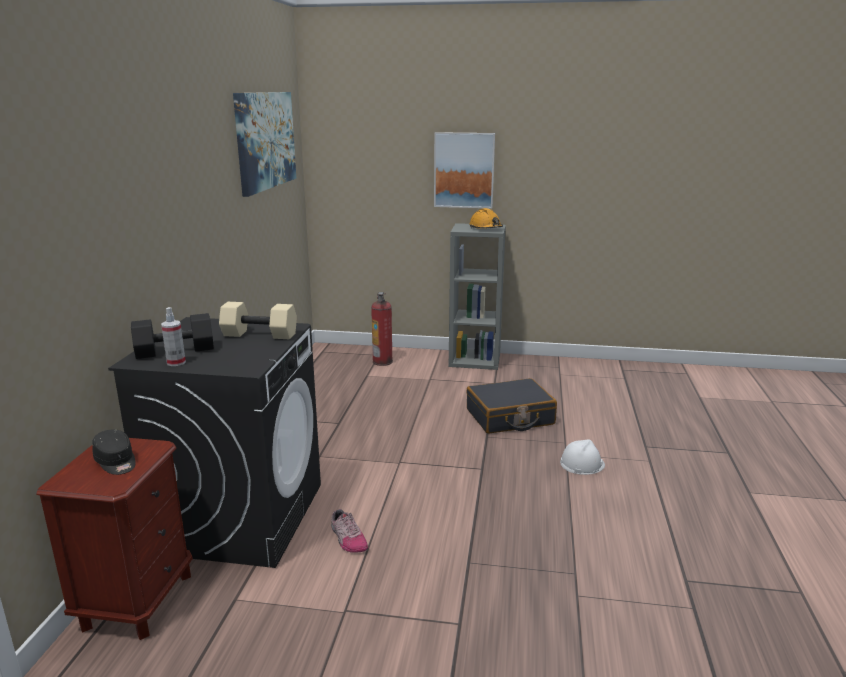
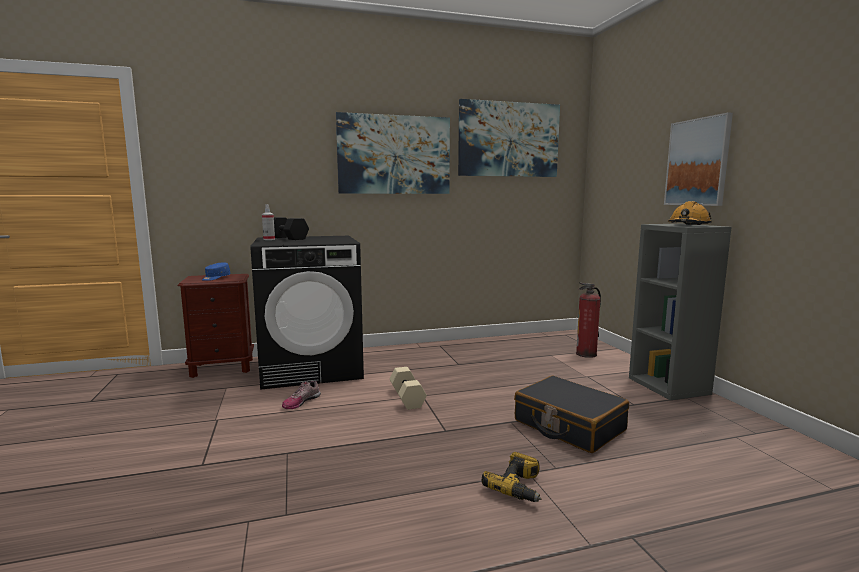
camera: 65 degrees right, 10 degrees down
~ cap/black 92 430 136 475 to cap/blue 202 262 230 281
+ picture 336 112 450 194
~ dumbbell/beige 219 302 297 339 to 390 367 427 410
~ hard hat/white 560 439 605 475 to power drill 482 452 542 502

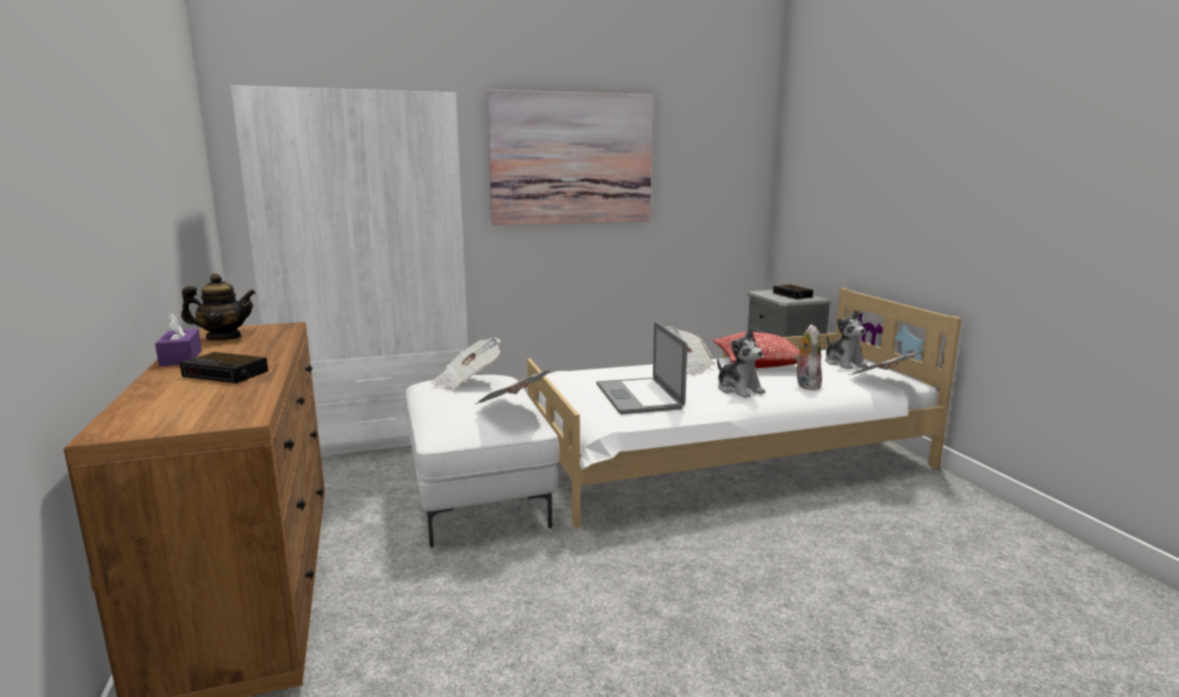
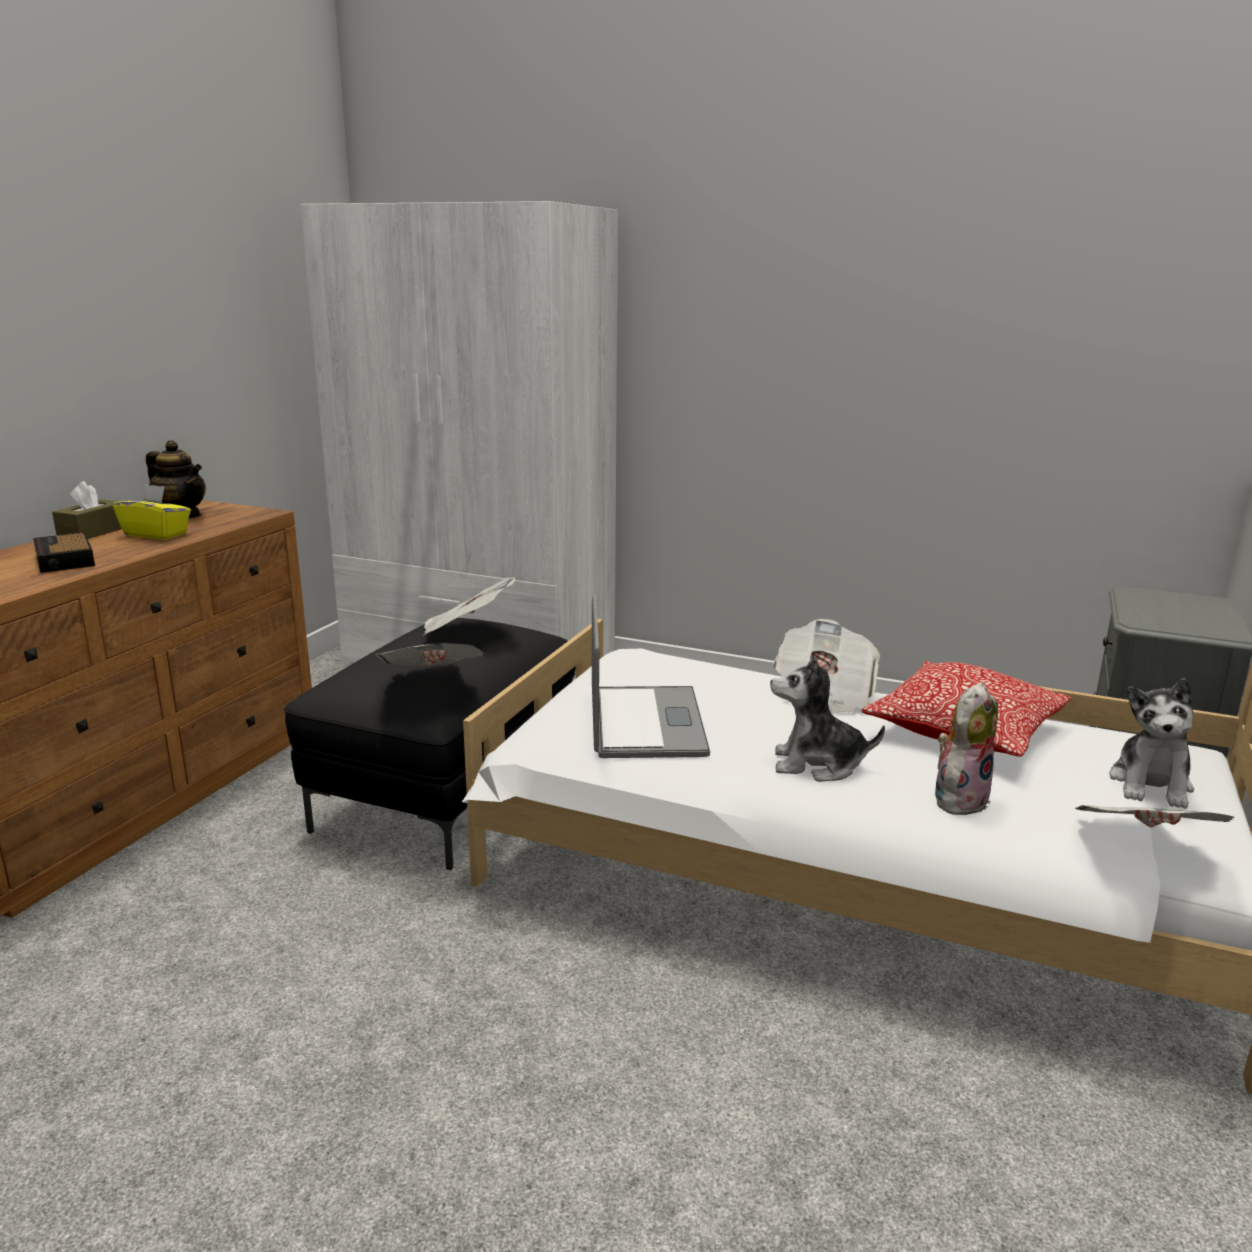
camera: 40 degrees right, 5 degrees up
~ tissue box/purple 155 313 202 366 to tissue box/brown 52 481 122 539
+ tissue box/yellow 113 484 191 540
~ ottoman/white 405 375 559 547 to ottoman/black 284 618 576 870
~ laptop 597 321 687 414 = 592 595 710 758 150 degrees clockwise
~ plush toy 717 329 765 398 = 770 655 885 782 90 degrees clockwise
- picture 487 89 653 225
- alarm clock 773 285 813 299

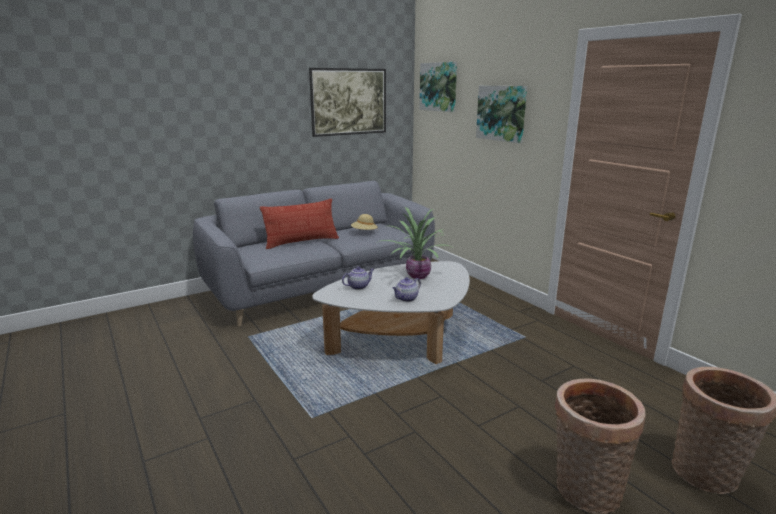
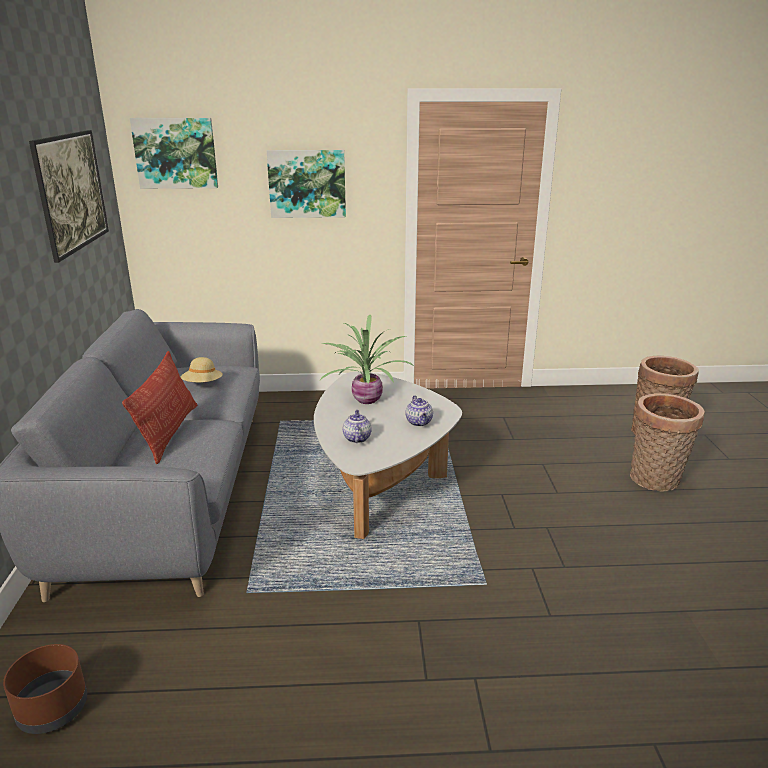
camera: 60 degrees left, 5 degrees up
+ planter/brown 3 644 87 734

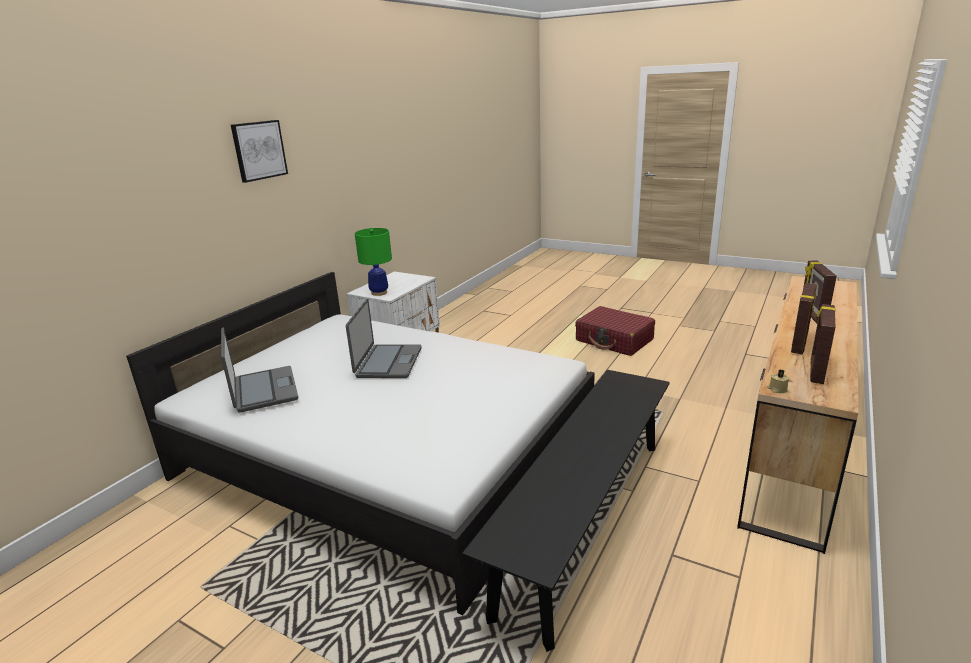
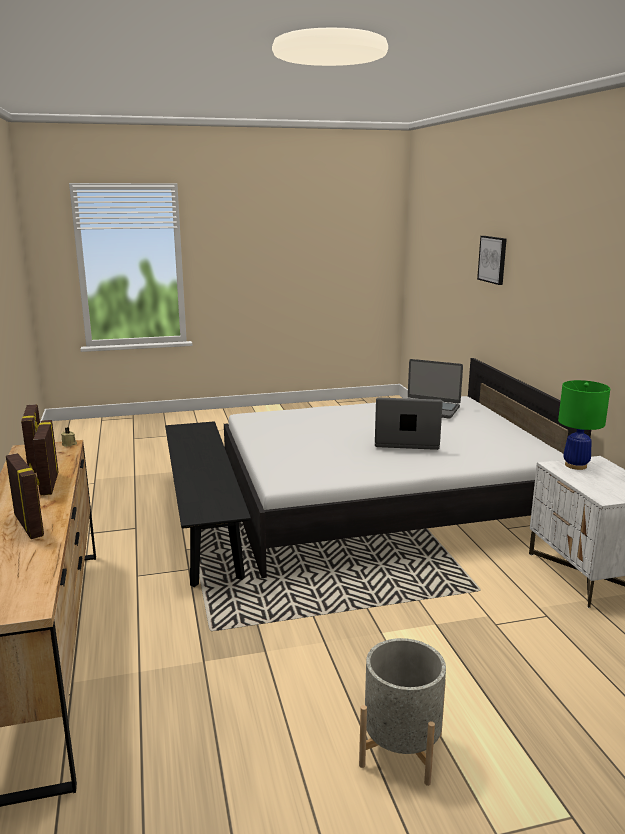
camera: 135 degrees right, 5 degrees down
~ suitcase/red 575 306 655 356 to planter/grey 359 638 446 786
~ laptop 346 299 422 378 = 375 398 443 450 135 degrees clockwise
~ picture 231 120 288 183 to 477 236 507 285

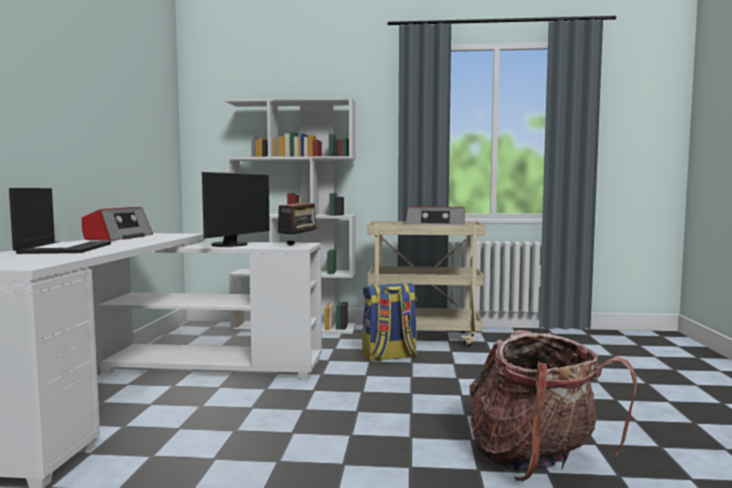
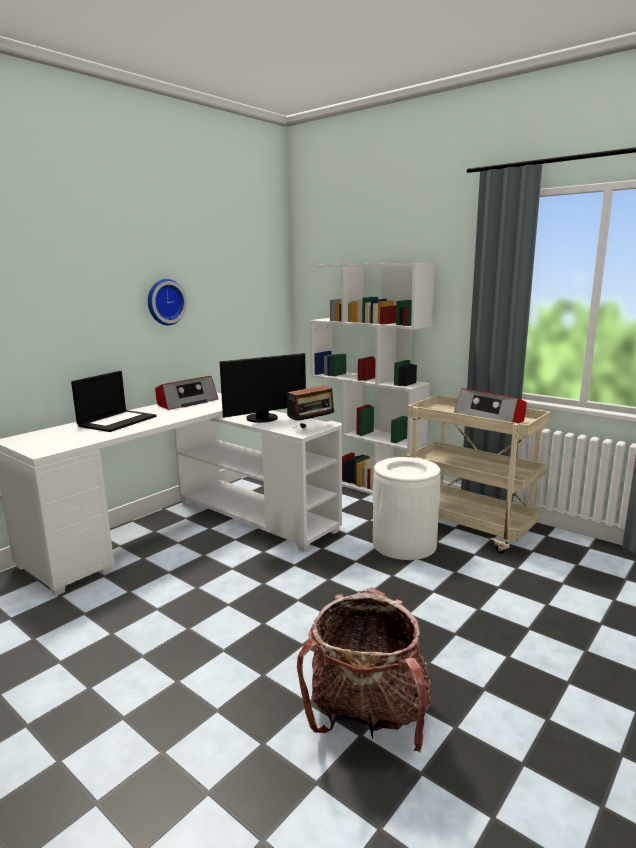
camera: 35 degrees right, 10 degrees up
+ wall clock 148 279 187 325
~ backpack 362 283 417 361 to trash can/white 373 457 440 560

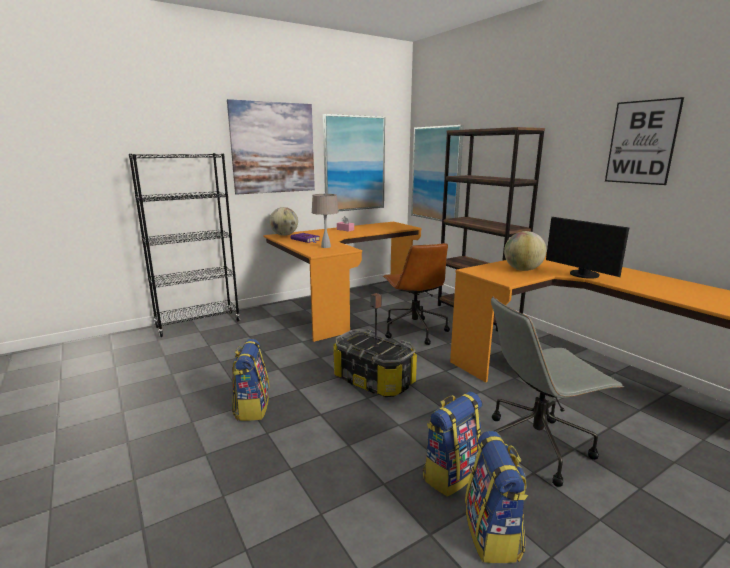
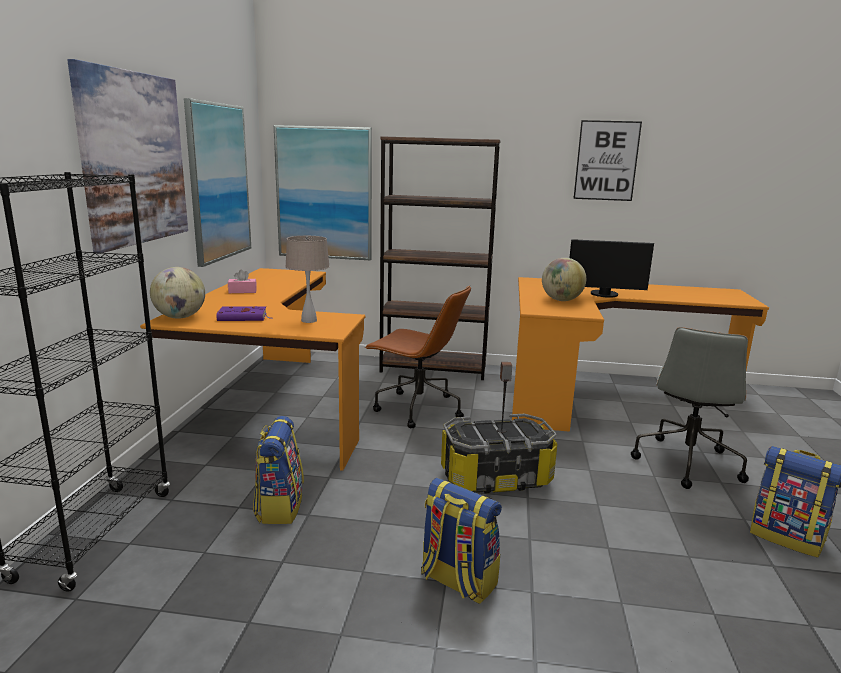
camera: 50 degrees left, 0 degrees up
~ backpack 423 392 482 497 to 253 416 304 524

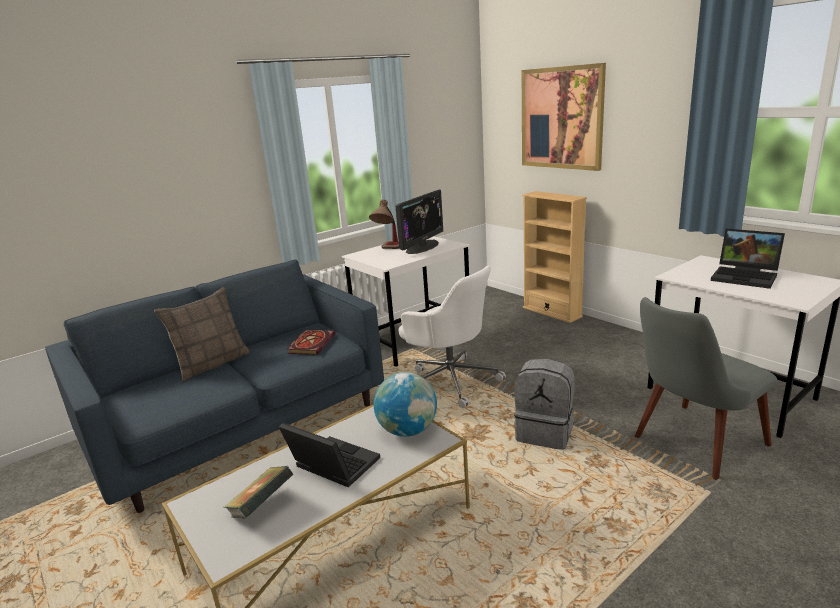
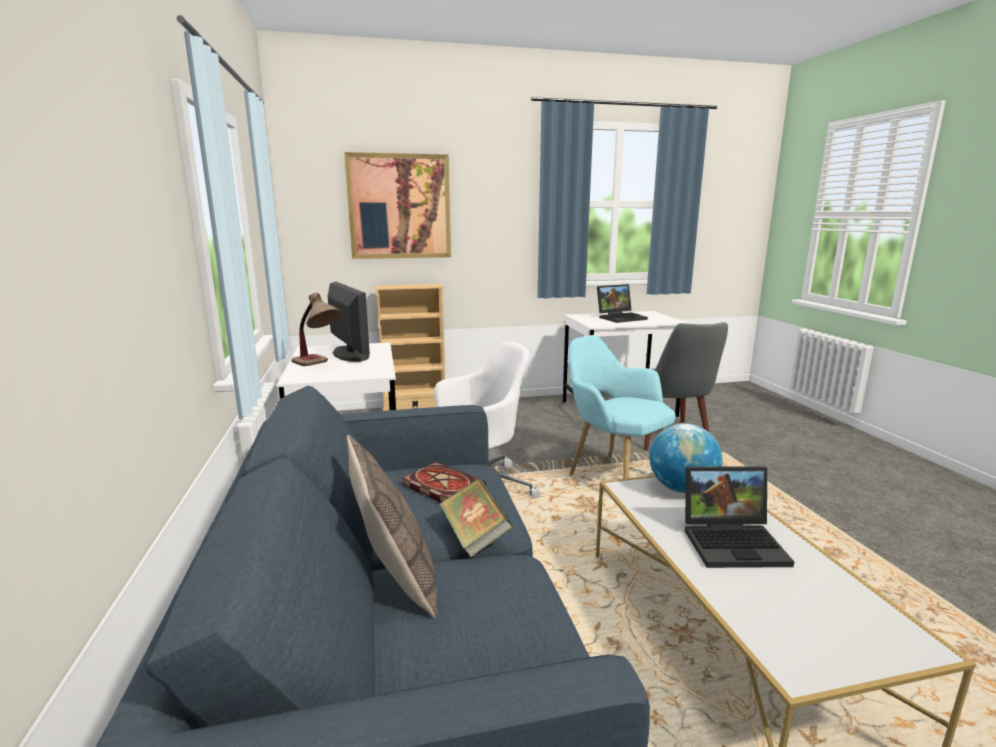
camera: 65 degrees left, 5 degrees down
~ book 224 466 293 519 to 440 478 513 558
~ backpack/grey 514 359 575 450 to armchair/turquoise 568 335 676 479
~ laptop 279 423 380 487 = 685 466 794 568 150 degrees counterclockwise

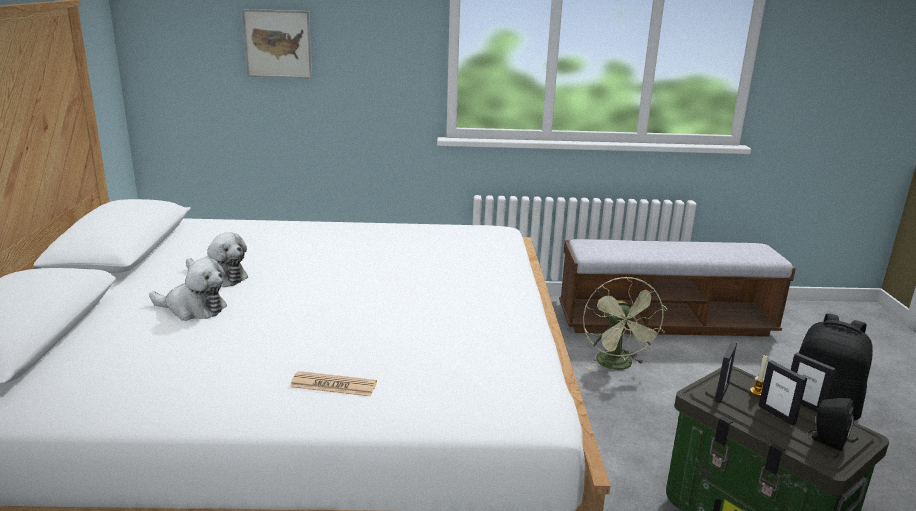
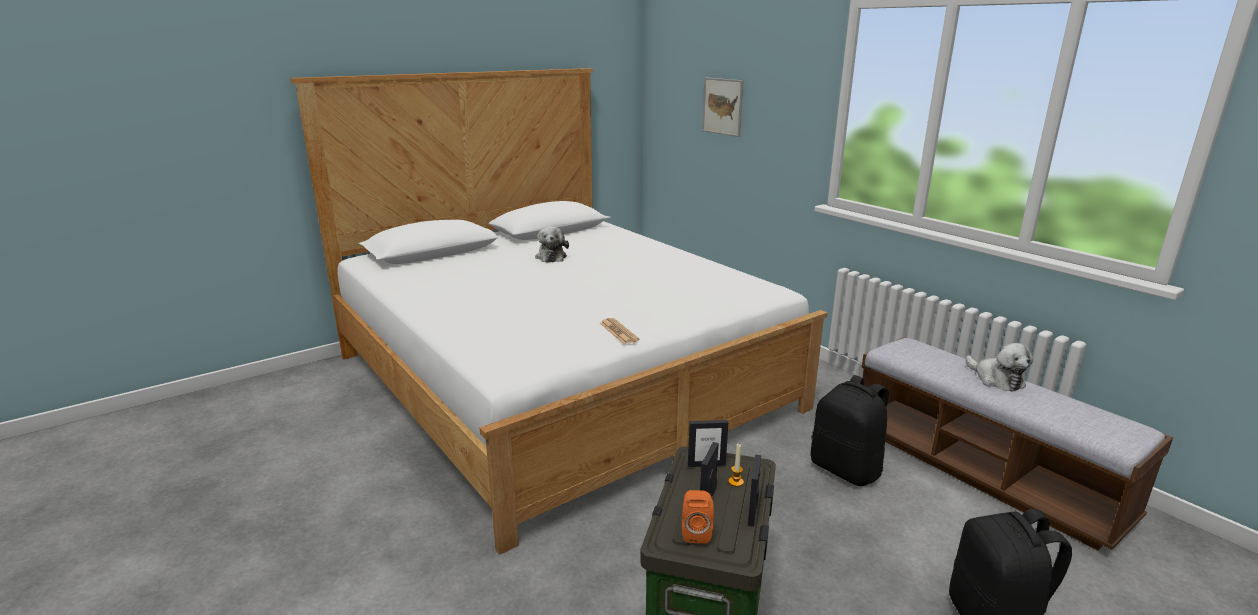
camera: 55 degrees right, 0 degrees up
~ newspaper 290 371 377 397 to 600 318 639 344
~ speaker/black 808 398 854 451 to speaker/orange 682 490 714 544
~ fan/green 583 277 668 370 to backpack/black 811 375 889 486
~ plush toy 149 258 227 321 to 966 343 1033 392

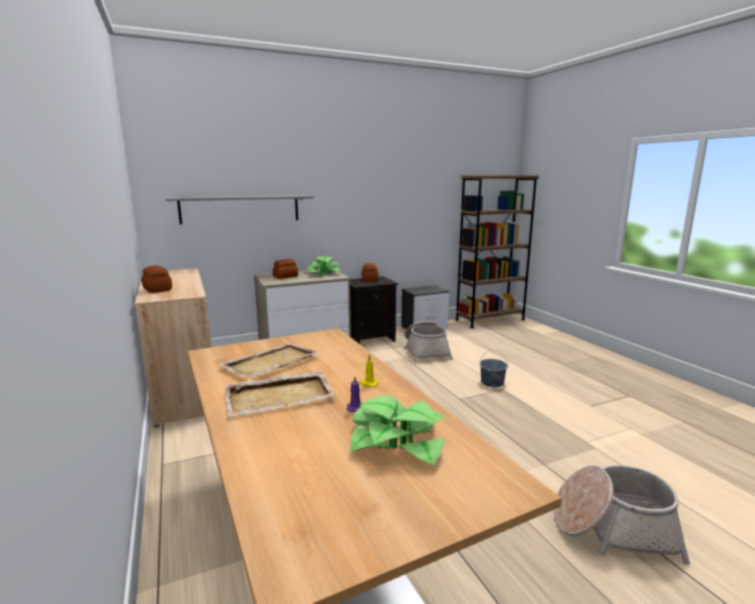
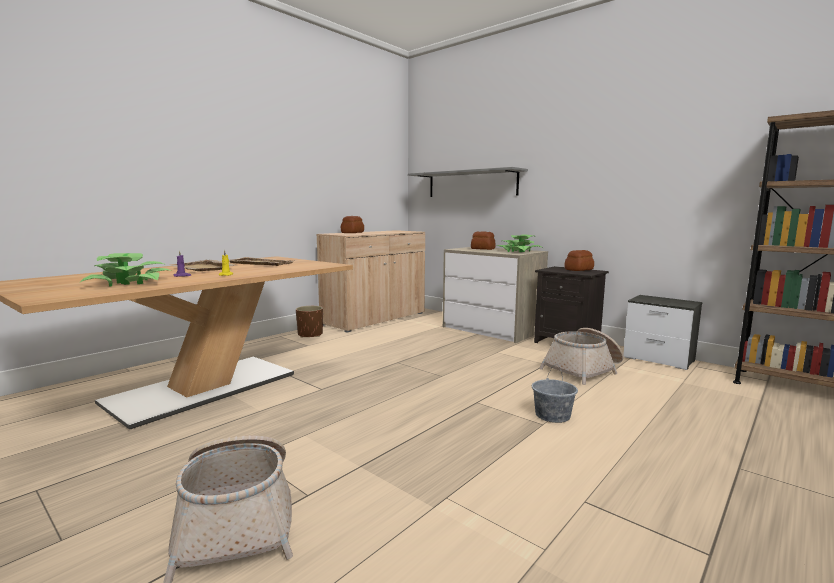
camera: 65 degrees right, 5 degrees down
+ planter/brown 296 306 323 338

